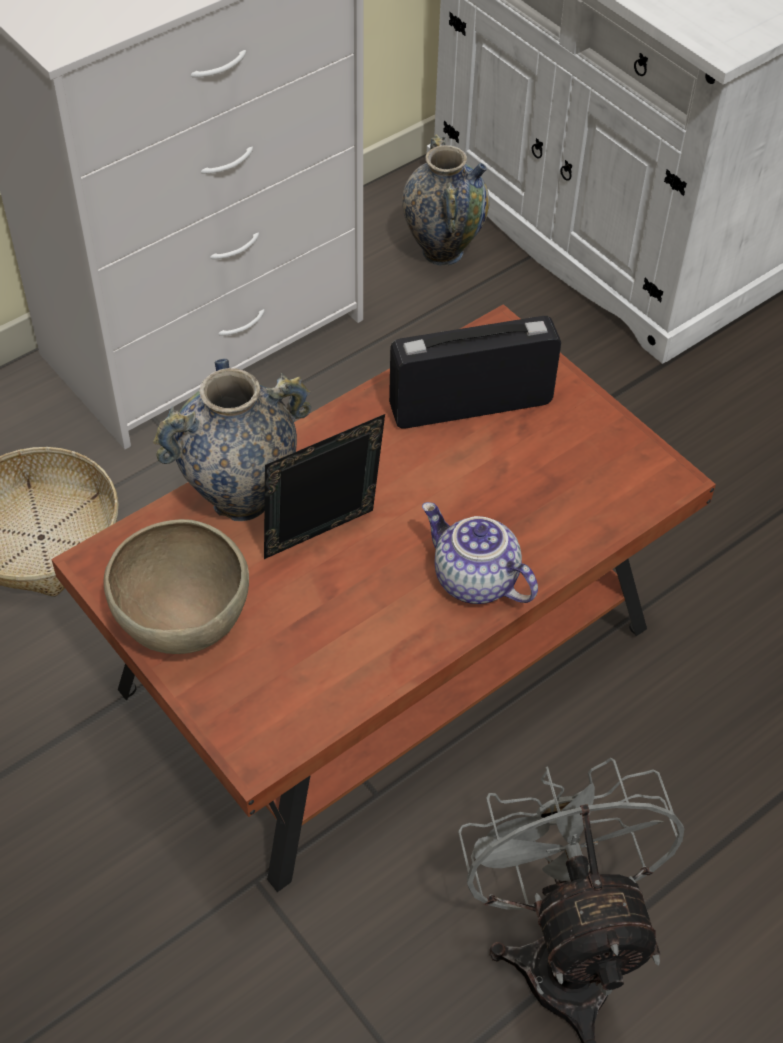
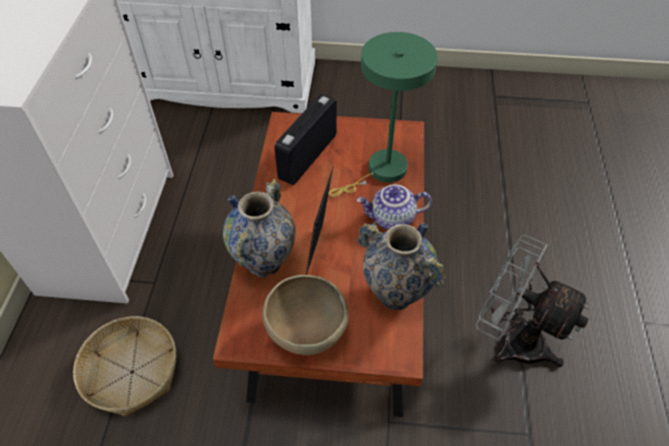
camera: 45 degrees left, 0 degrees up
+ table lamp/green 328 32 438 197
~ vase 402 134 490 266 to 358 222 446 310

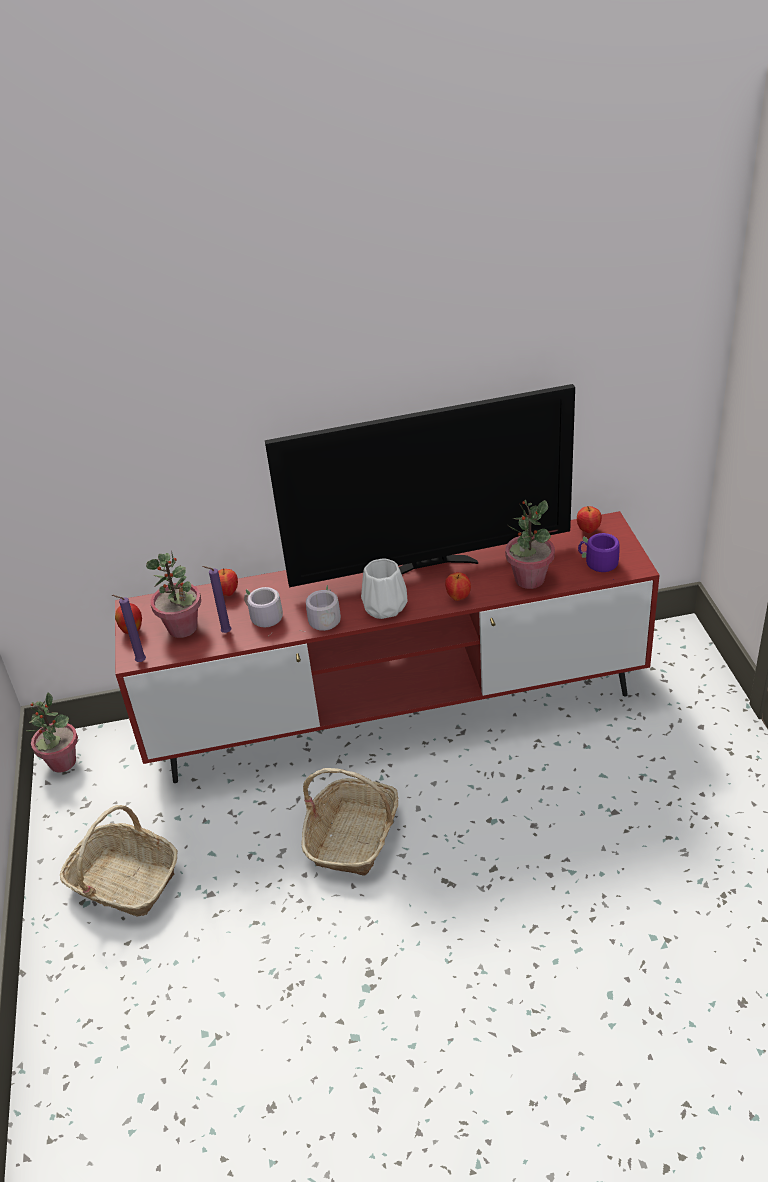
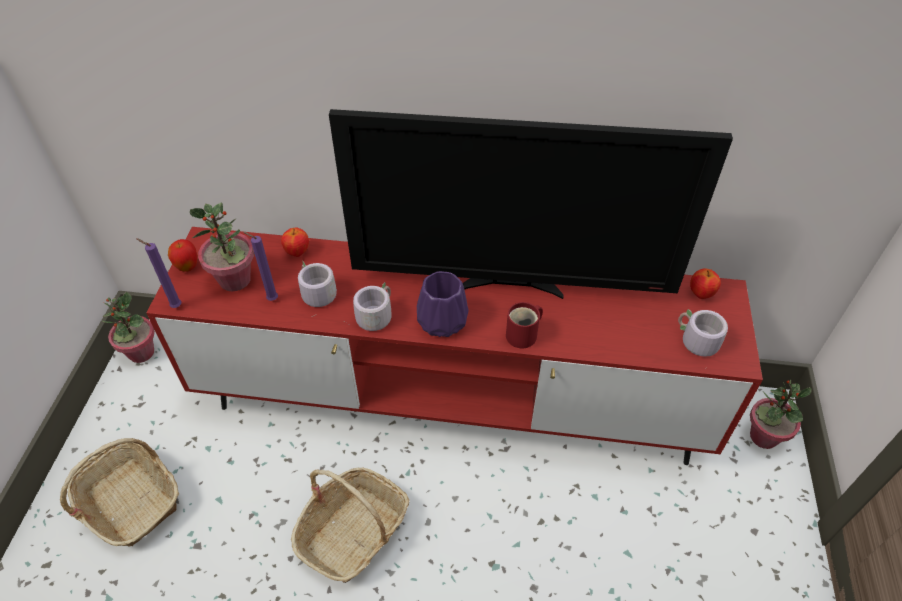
camera: 15 degrees right, 10 degrees up
~ vase/white 361 559 408 619 to vase/purple 417 271 469 337
~ apple 445 572 471 601 to mug/red 506 302 543 348
~ mug/purple 578 533 620 579 to mug/grey 678 309 728 366
~ potted plant 505 500 555 589 to 750 380 812 449

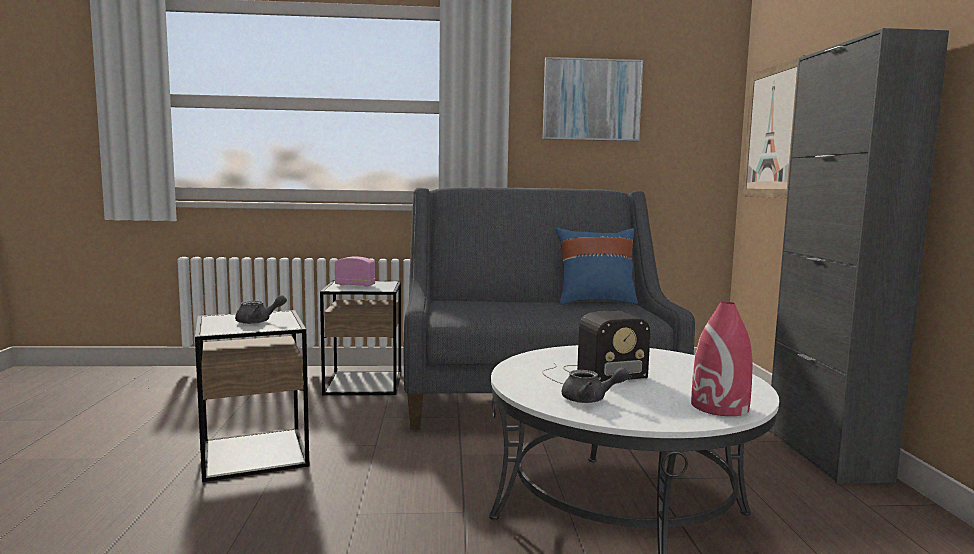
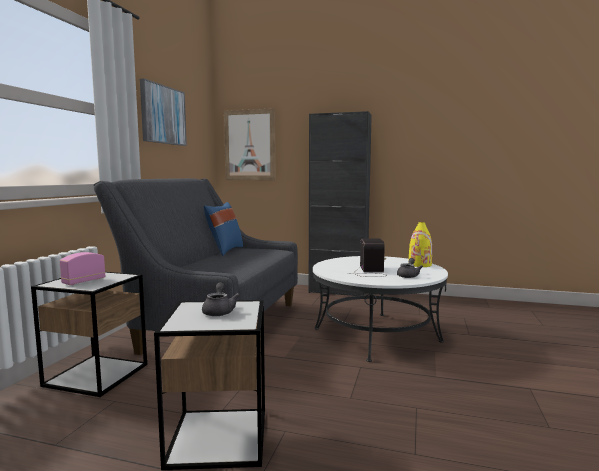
camera: 70 degrees left, 0 degrees up
~ vase/red 691 302 753 416 to vase/yellow 409 222 432 267

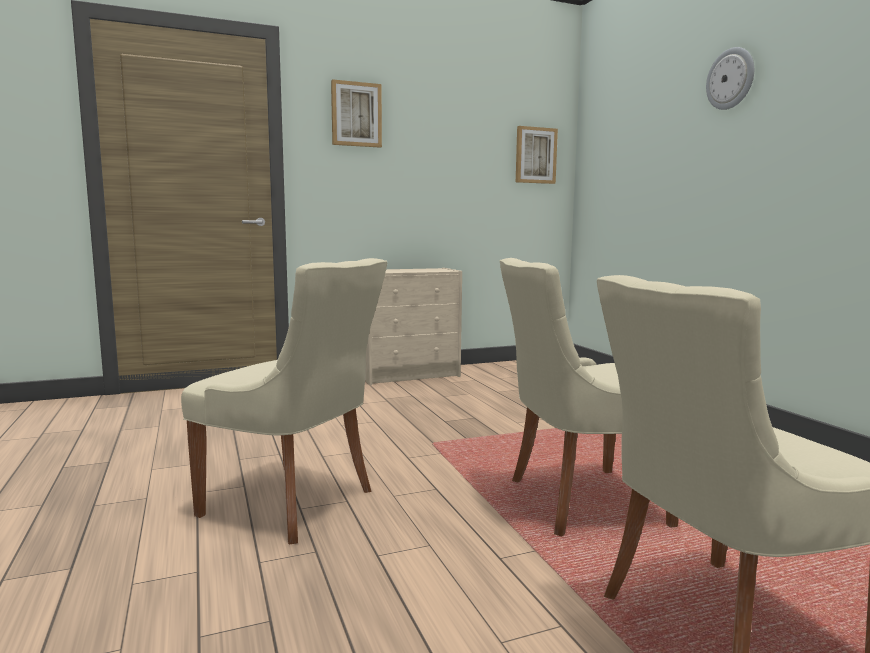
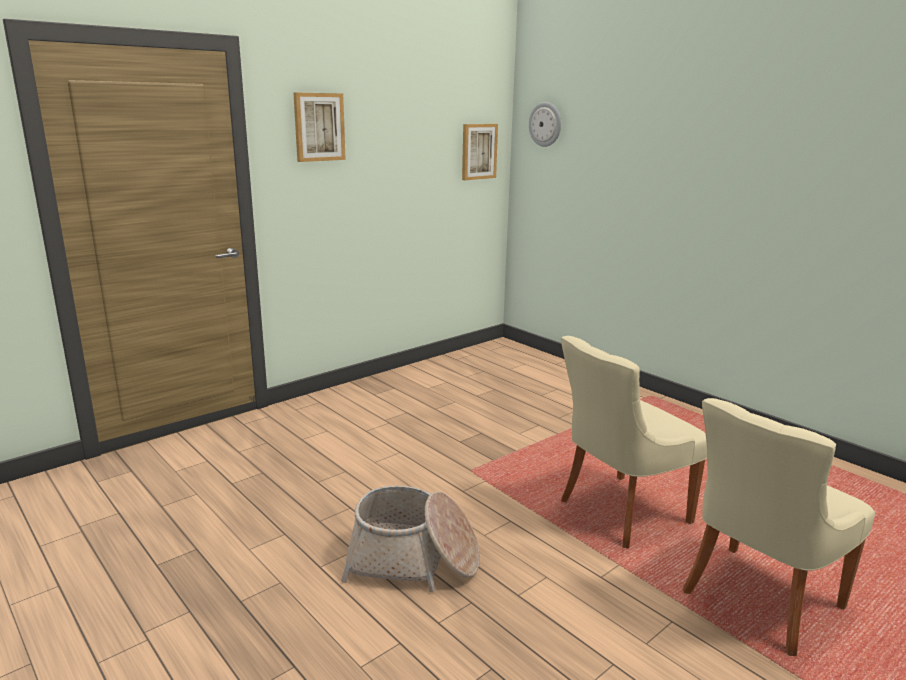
camera: 20 degrees left, 10 degrees up
~ chair/beige 181 258 387 544 to basket 341 485 480 592
~ wall clock 706 47 754 110 to 529 102 561 147
- dresser/beige 365 268 462 385

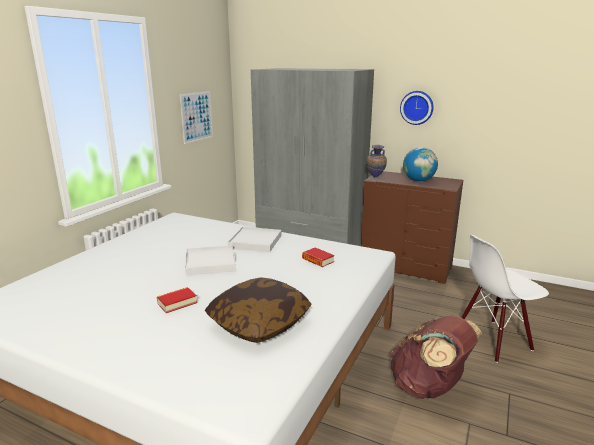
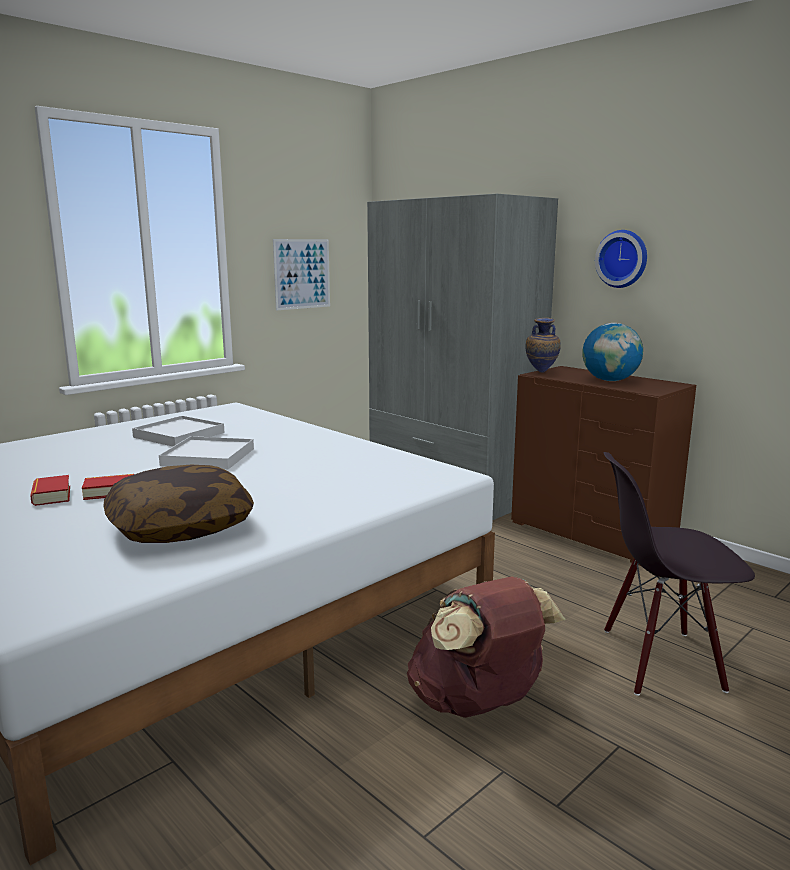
camera: 20 degrees right, 5 degrees down
~ book 302 247 334 267 to 30 475 70 506
~ tray/white 228 227 281 252 to 132 416 225 446
~ chair/white 461 235 549 363 to chair/black 604 452 755 696

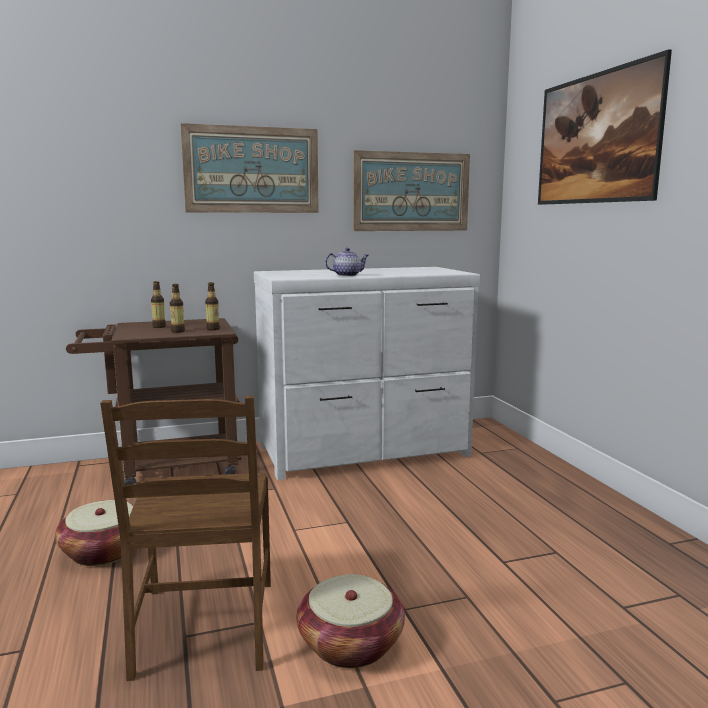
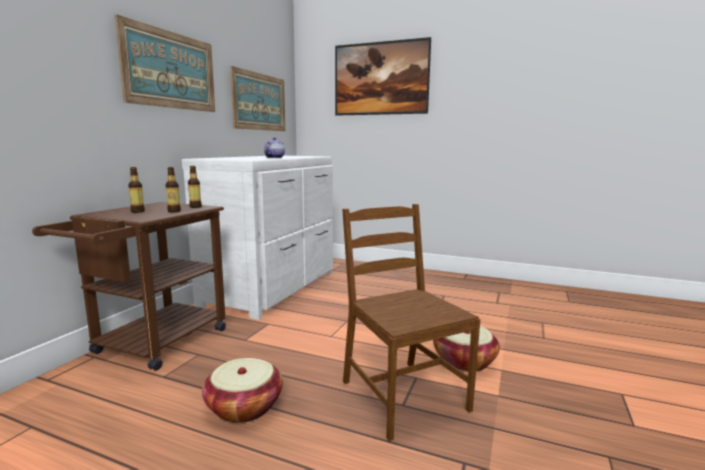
camera: 50 degrees left, 0 degrees up
~ chair/brown 100 396 271 681 = 342 204 480 441 150 degrees counterclockwise

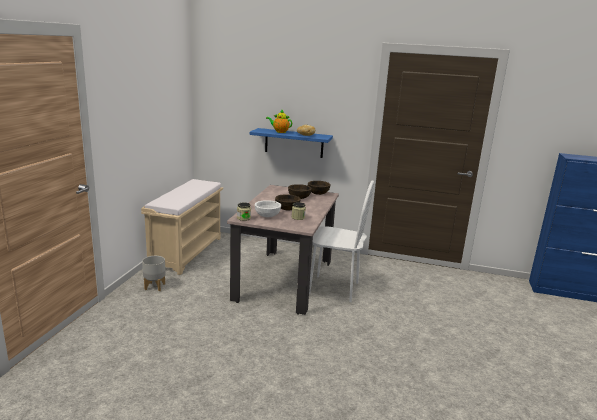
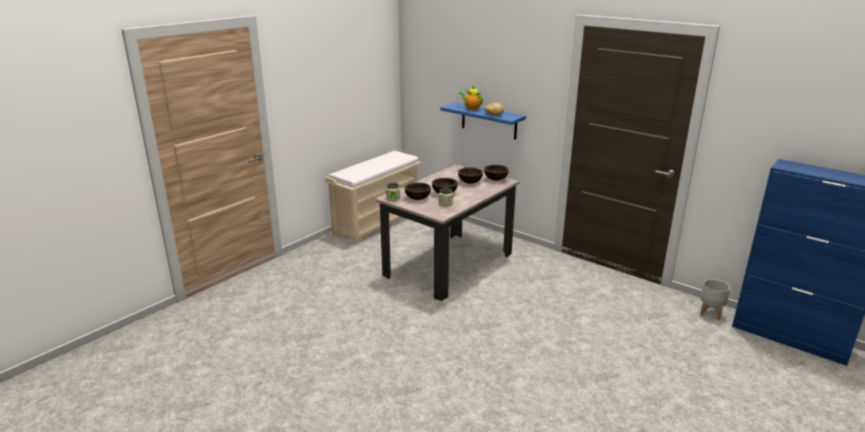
camera: 25 degrees right, 5 degrees up
~ bowl/white 255 200 281 217 to bowl/brown 404 182 431 200
~ planter/grey 142 256 166 291 to 700 279 730 320
- chair/white 309 180 374 302

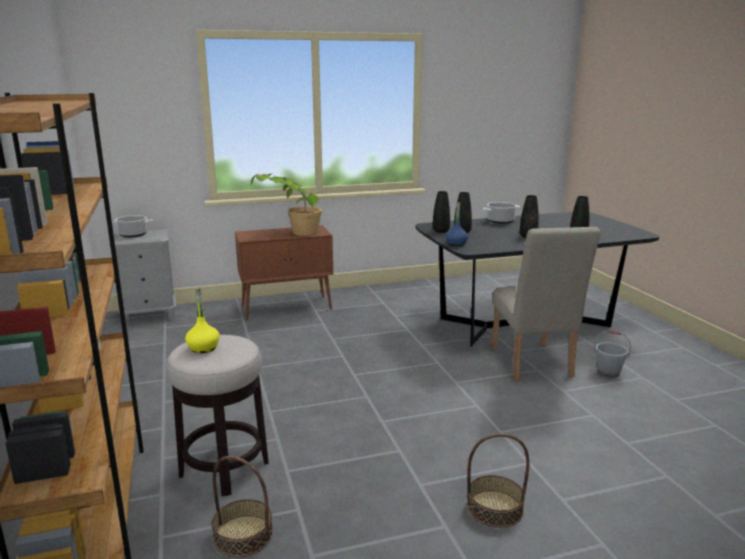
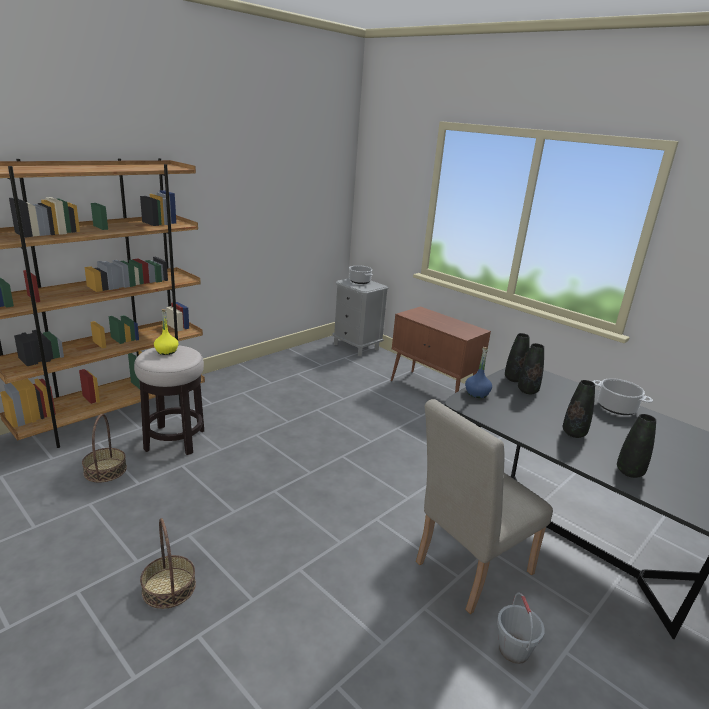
camera: 60 degrees right, 5 degrees up
- potted plant 251 174 322 236

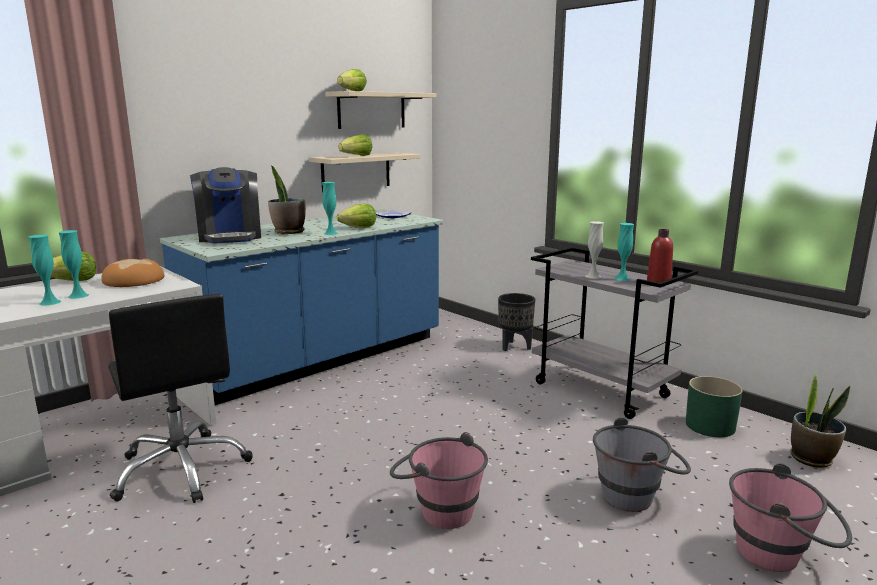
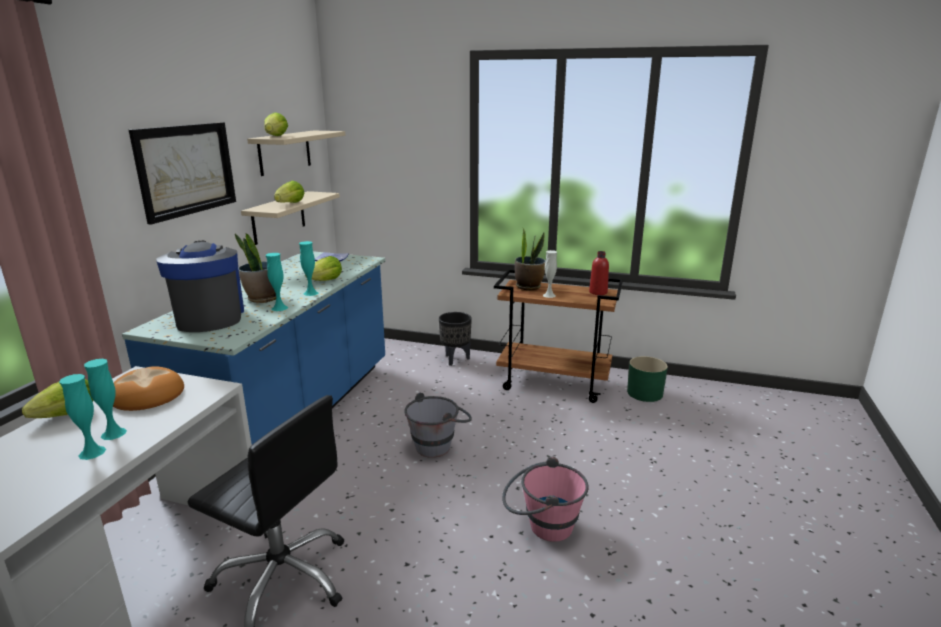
camera: 30 degrees left, 5 degrees up
+ picture 129 122 236 224
~ coffee machine 190 167 261 244 = 156 240 244 332 150 degrees counterclockwise
~ vase/turquoise 615 223 634 281 to 266 253 288 311
~ bucket/grey 593 417 691 512 to 404 393 472 458
~ cart/grey 531 247 698 419 to cart/brown 494 269 623 403
~ potted plant 790 372 850 468 to 515 228 546 290
- bucket/pink 729 463 852 572

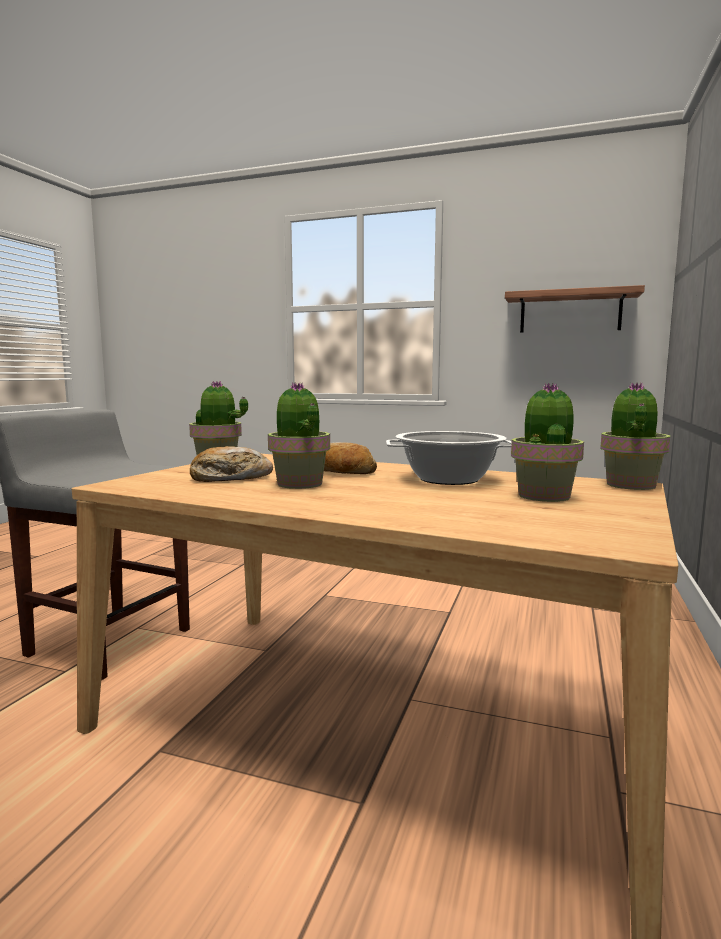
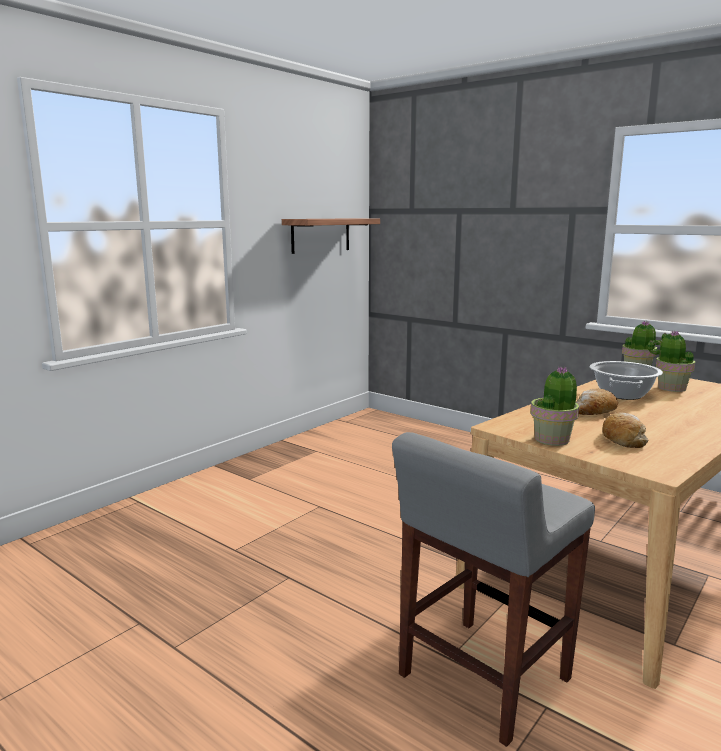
camera: 70 degrees left, 5 degrees up
- potted plant 268 382 330 489

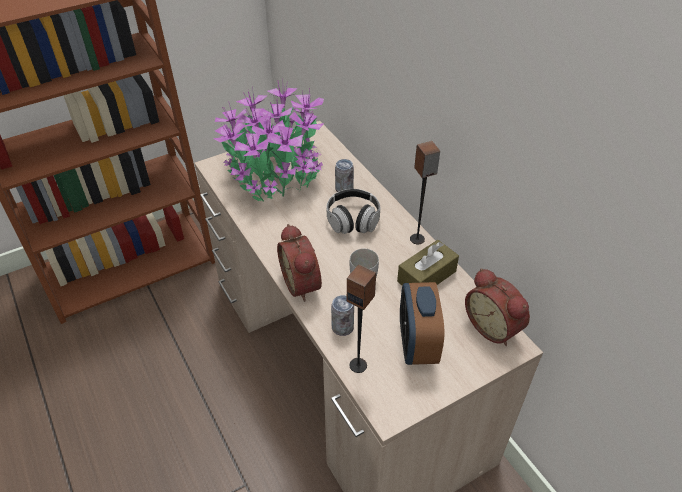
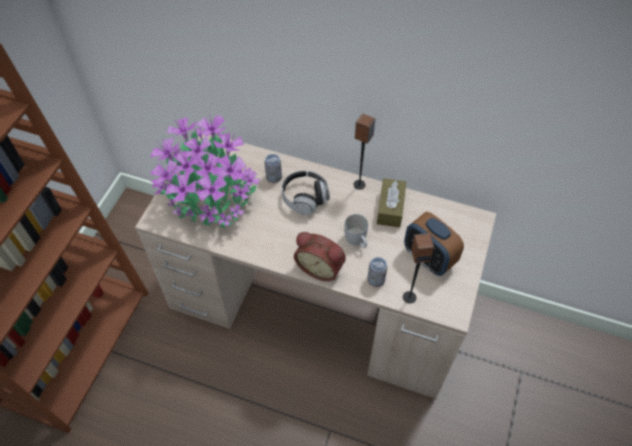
camera: 40 degrees left, 10 degrees up
- alarm clock 465 268 530 346

